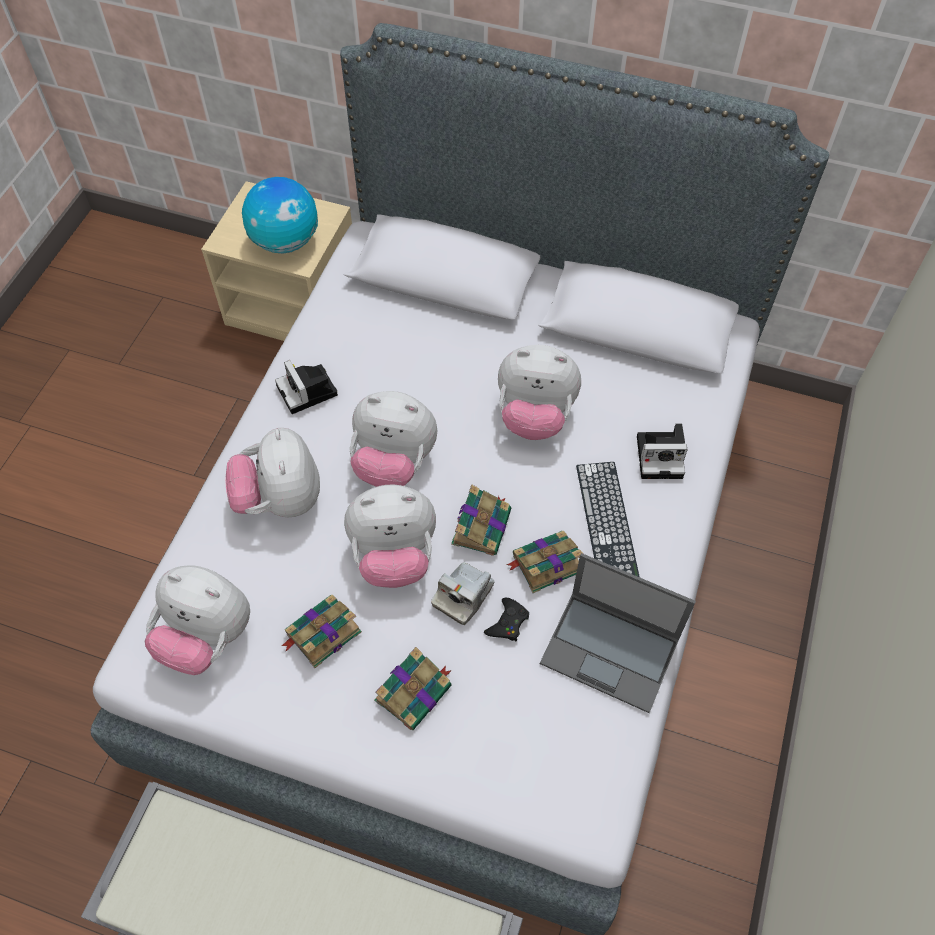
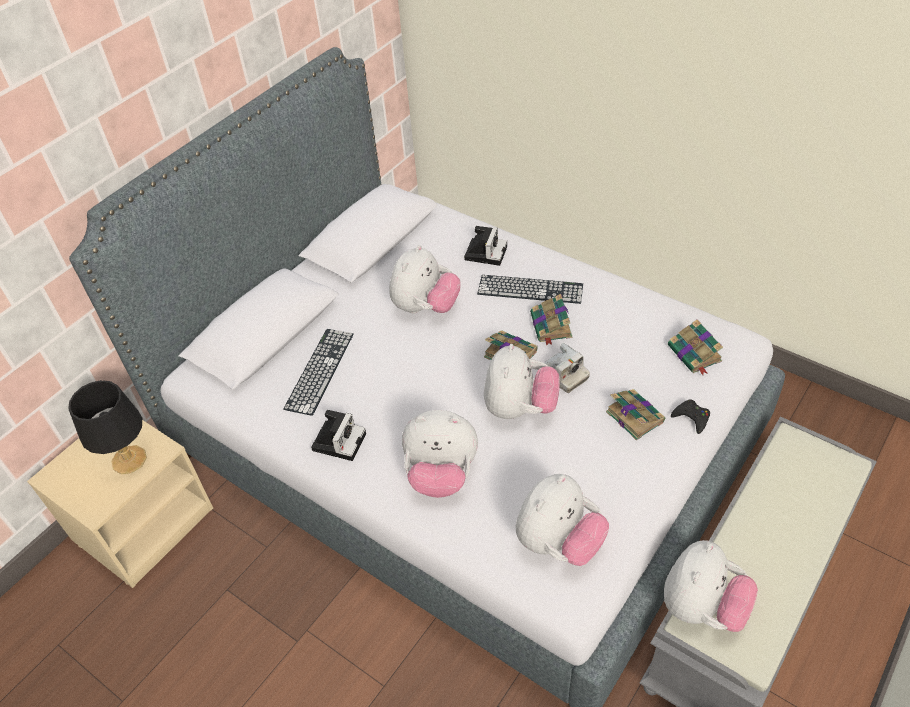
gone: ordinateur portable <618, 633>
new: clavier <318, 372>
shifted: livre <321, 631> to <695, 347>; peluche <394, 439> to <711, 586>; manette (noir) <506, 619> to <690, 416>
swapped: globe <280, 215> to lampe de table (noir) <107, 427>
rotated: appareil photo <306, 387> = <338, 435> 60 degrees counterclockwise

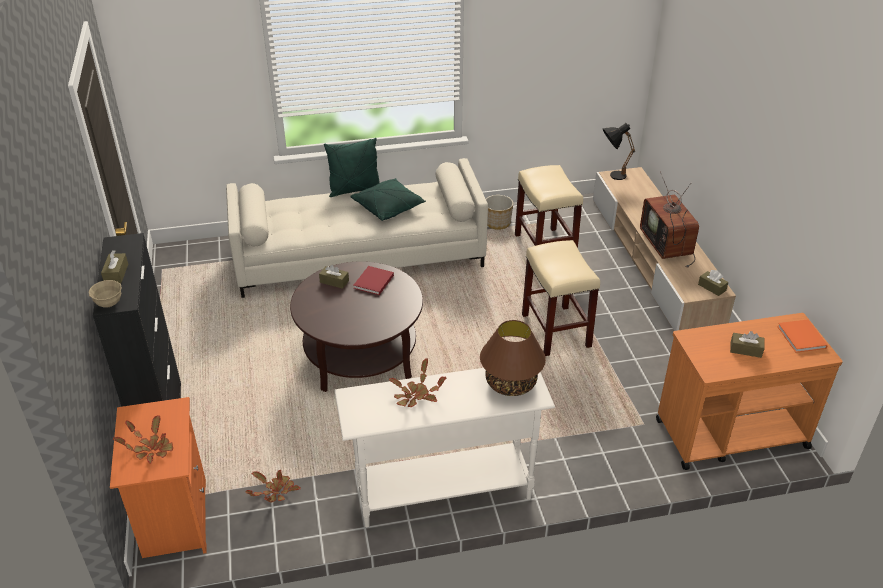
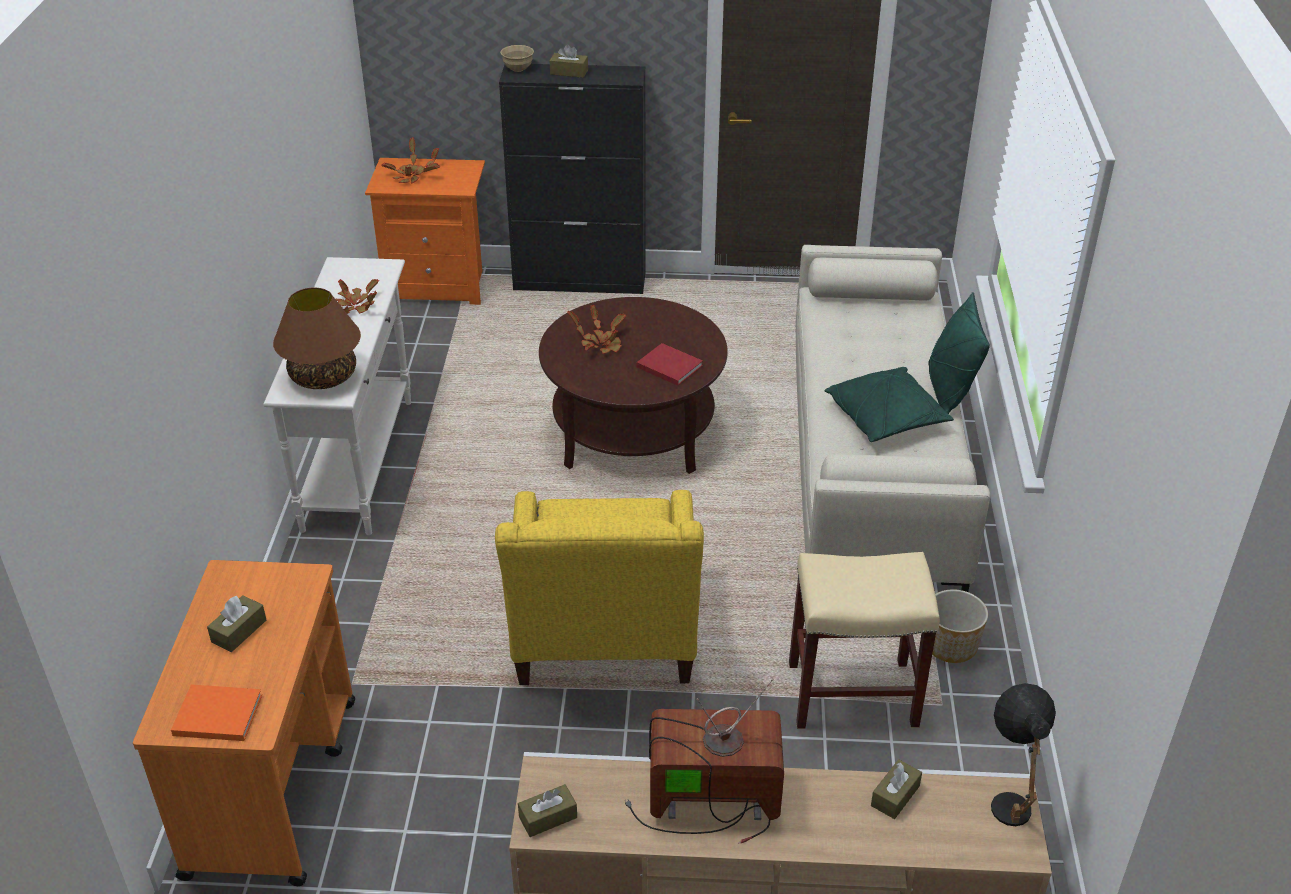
shifted: plante en pot <273, 486> to <597, 329>; boîte à mouchoirs (marron) <334, 277> to <896, 789>
swapped: tabouret (beige) <561, 298> to fauteuil (jaune) <599, 587>

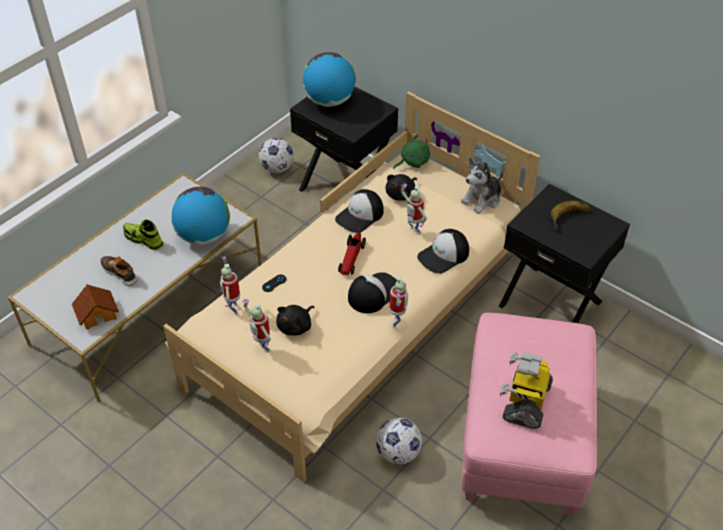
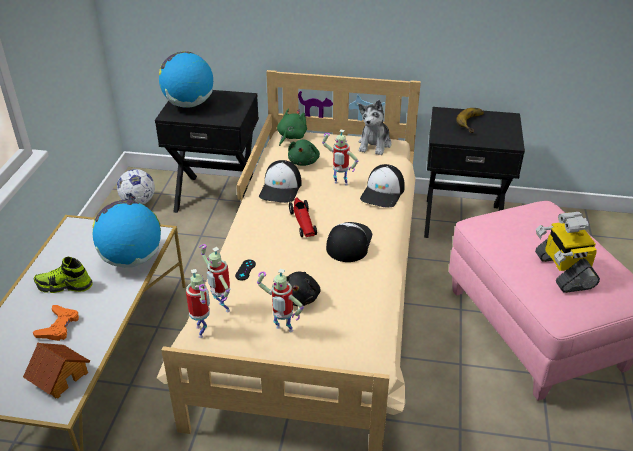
gone: ballon de foot <399, 441>
shifted: robot jouet <399, 302> to <198, 303>
swapped: chaussure <119, 271> to manette (orange) <56, 323>
repainted: peluche (noir) <401, 187> to peluche (vert) <304, 153>

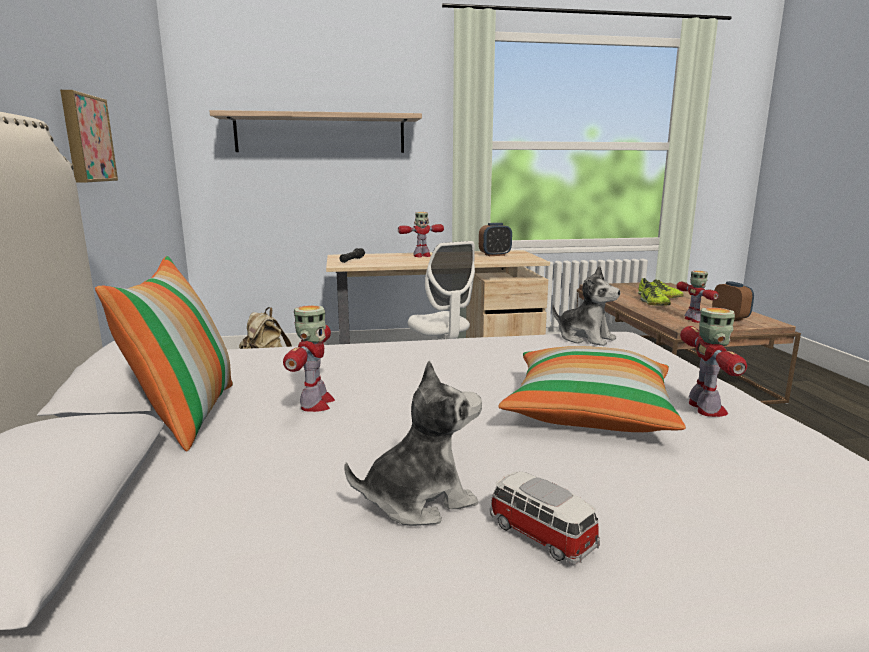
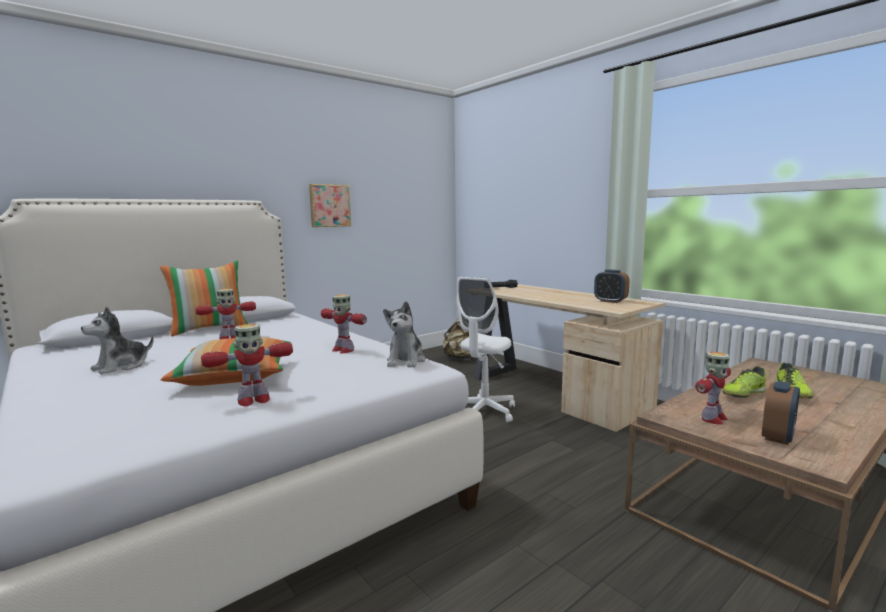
gone: étagère <316, 131>; petite voiture <545, 517>
shifted: robot jouet <421, 234> to <344, 323>
rotated: peluche <413, 443> = <117, 340> 90 degrees clockwise

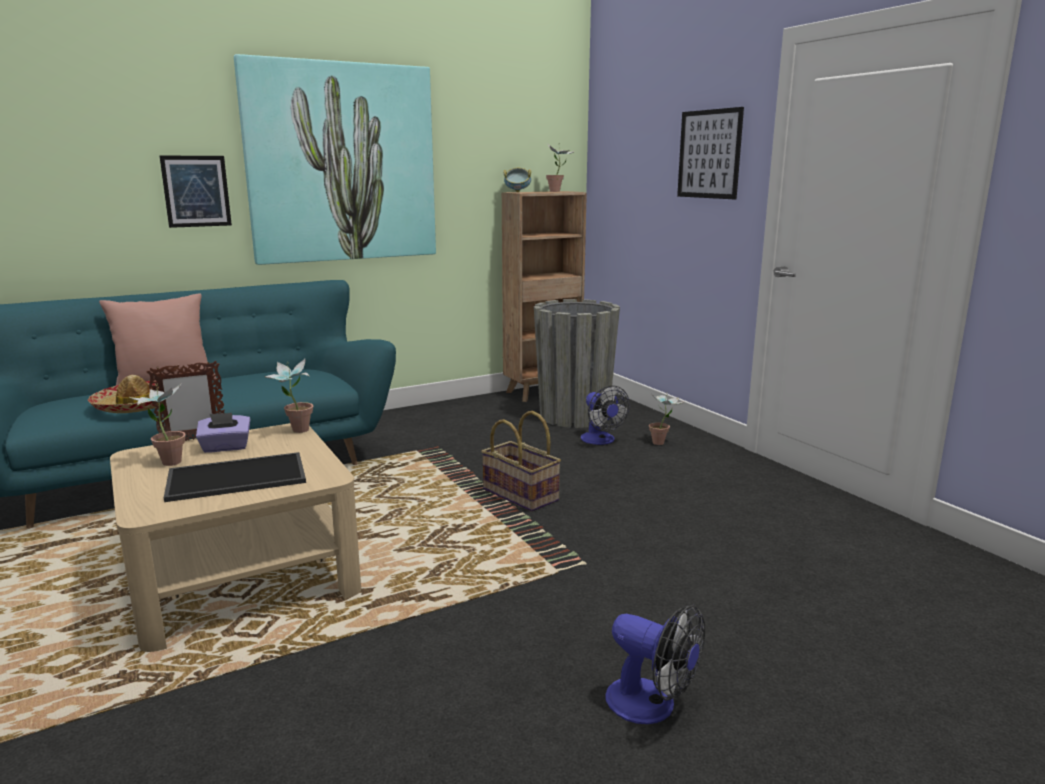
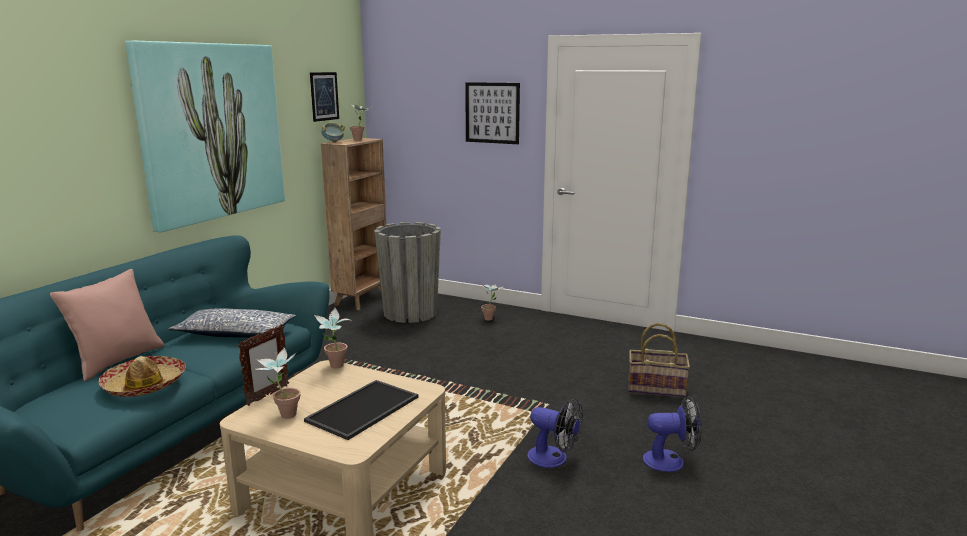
gone: boîte à mouchoirs (violet) <223, 433>
new: coussin <232, 323>
shifted: tableau <196, 192> to <324, 97>; panier <521, 461> to <659, 360>; ventilateur <605, 415> to <555, 433>

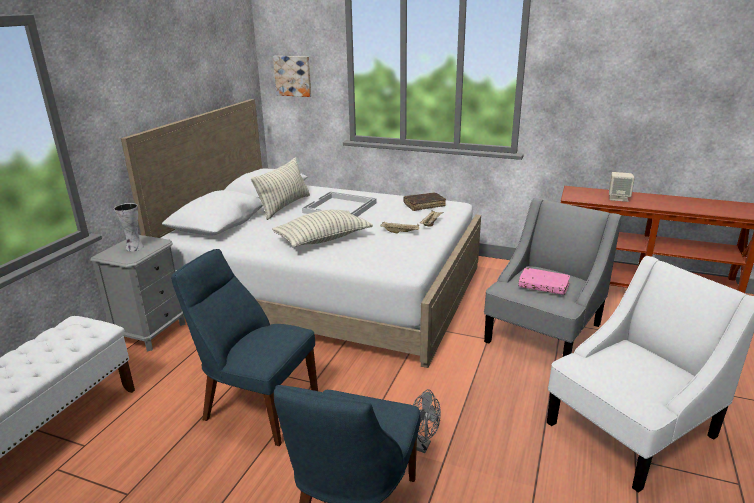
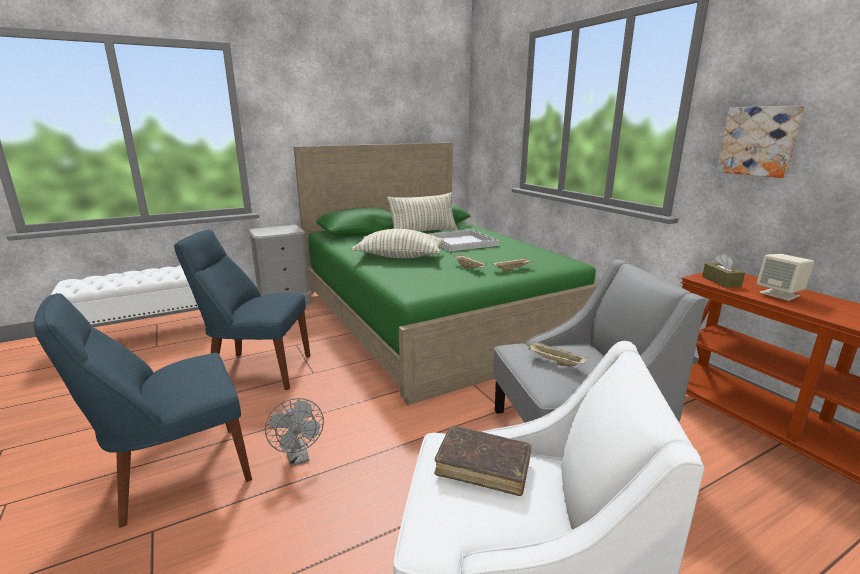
gone: vase <129, 227>
new: boîte à mouchoirs (marron) <723, 271>
shifted: tableau <292, 76> to <760, 142>; livre (marron) <424, 202> to <483, 461>
swapped: livre (rose) <544, 281> to plateau (beige) <558, 353>
repainted: lit (blanc) <301, 233> to lit (vert) <446, 274>
rotated: chaise (bleu) <244, 347> = <242, 310> 60 degrees counterclockwise

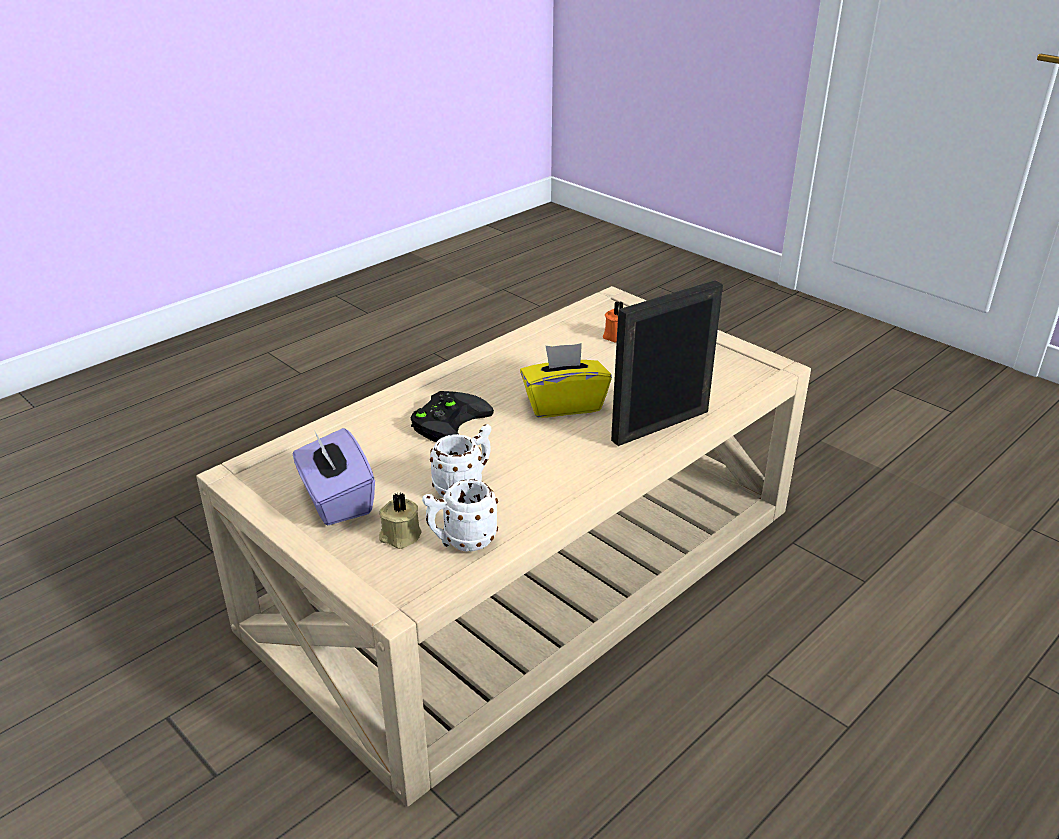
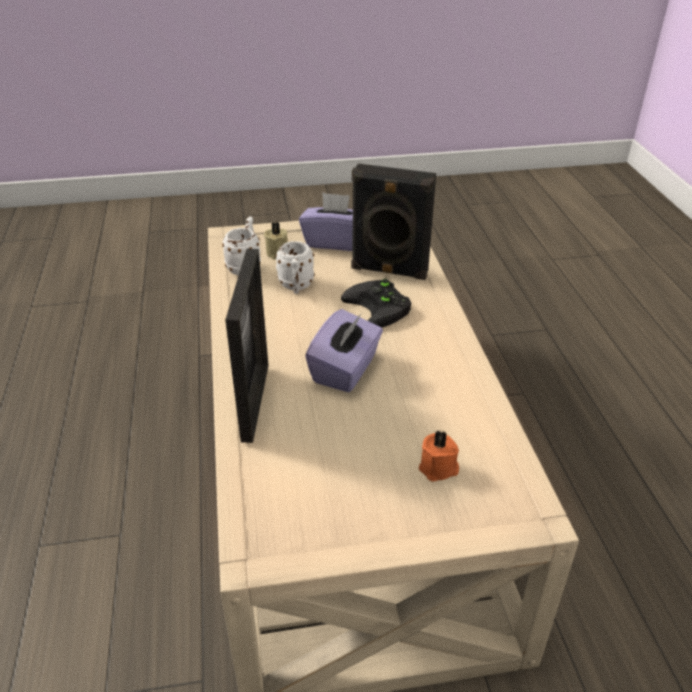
new: enceinte (noir) <393, 221>
repainted: boîte à mouchoirs (jaune) <566, 380> to boîte à mouchoirs (violet) <344, 350>

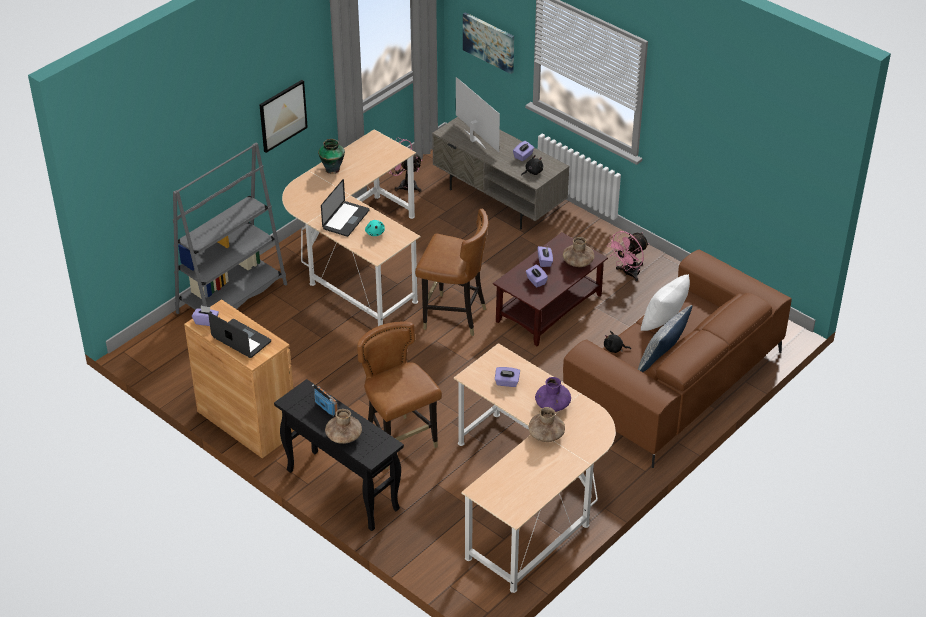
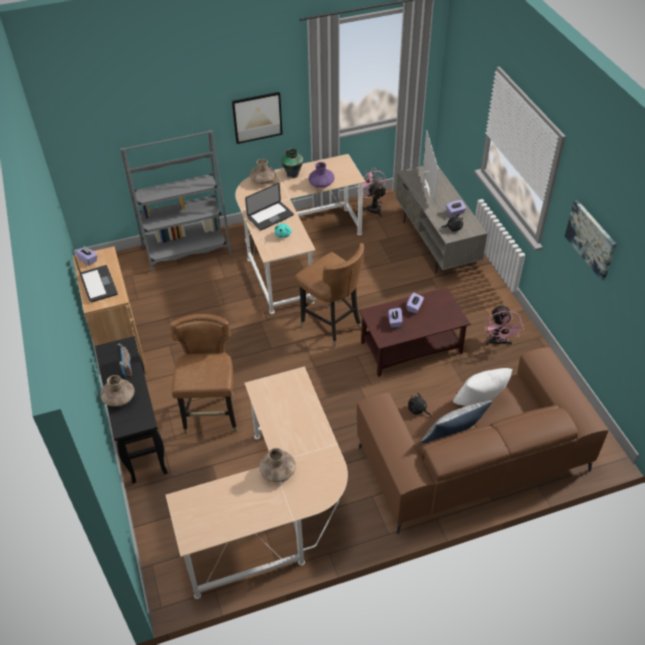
gone: boîte à mouchoirs (violet) <507, 377>
shifted: tableau <488, 43> to <590, 240>; vase (violet) <553, 394> to <321, 175>; vase (marron) <578, 252> to <263, 171>
rotated: ventilateur (rose) <628, 256> = <504, 324> 75 degrees counterclockwise

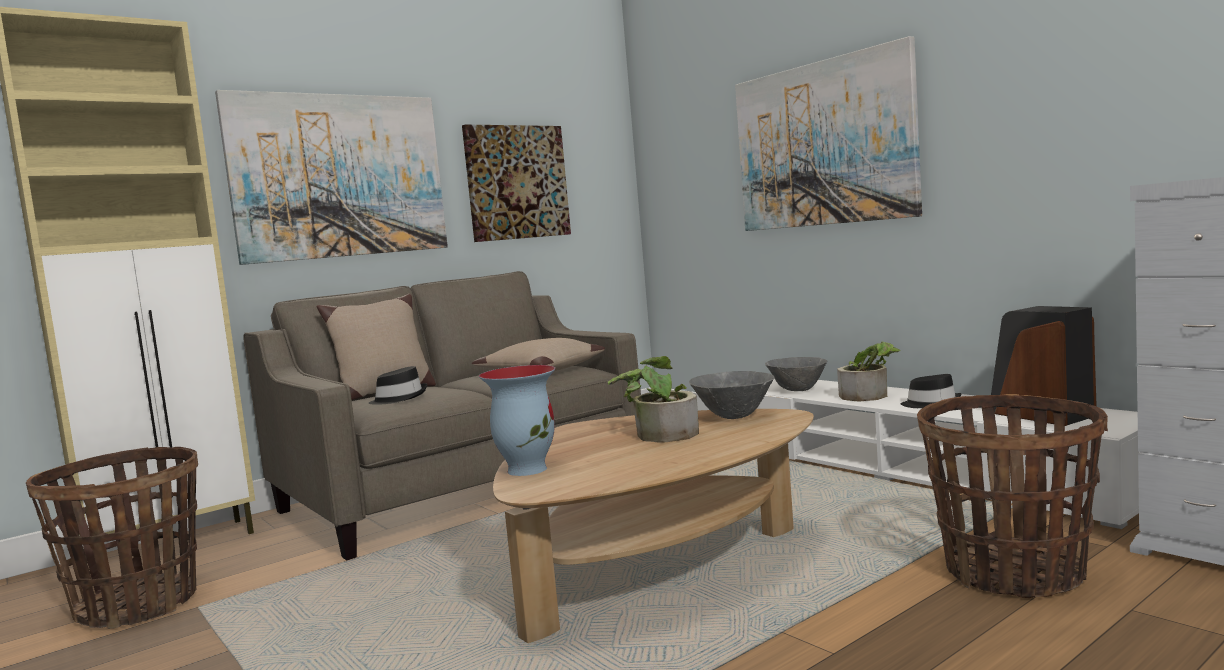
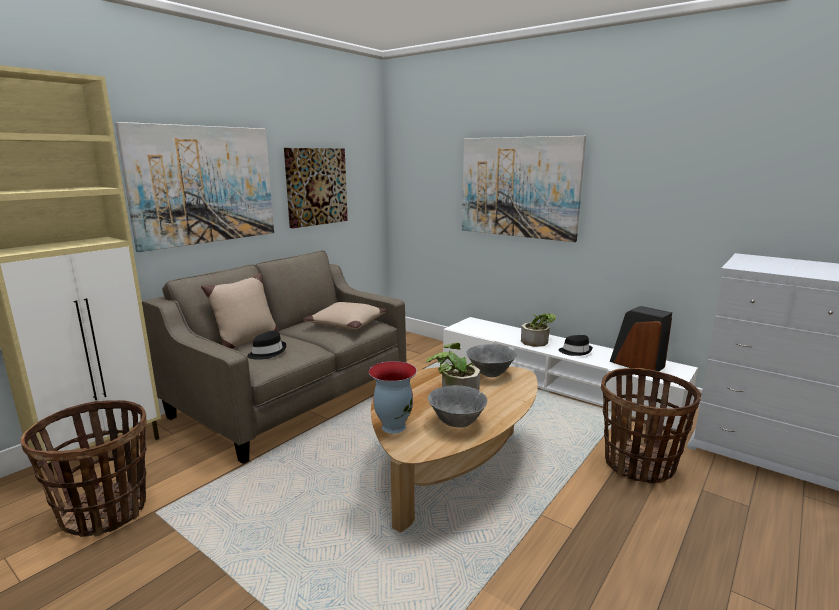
shifted: bol (gris) <796, 374> to <458, 406>

